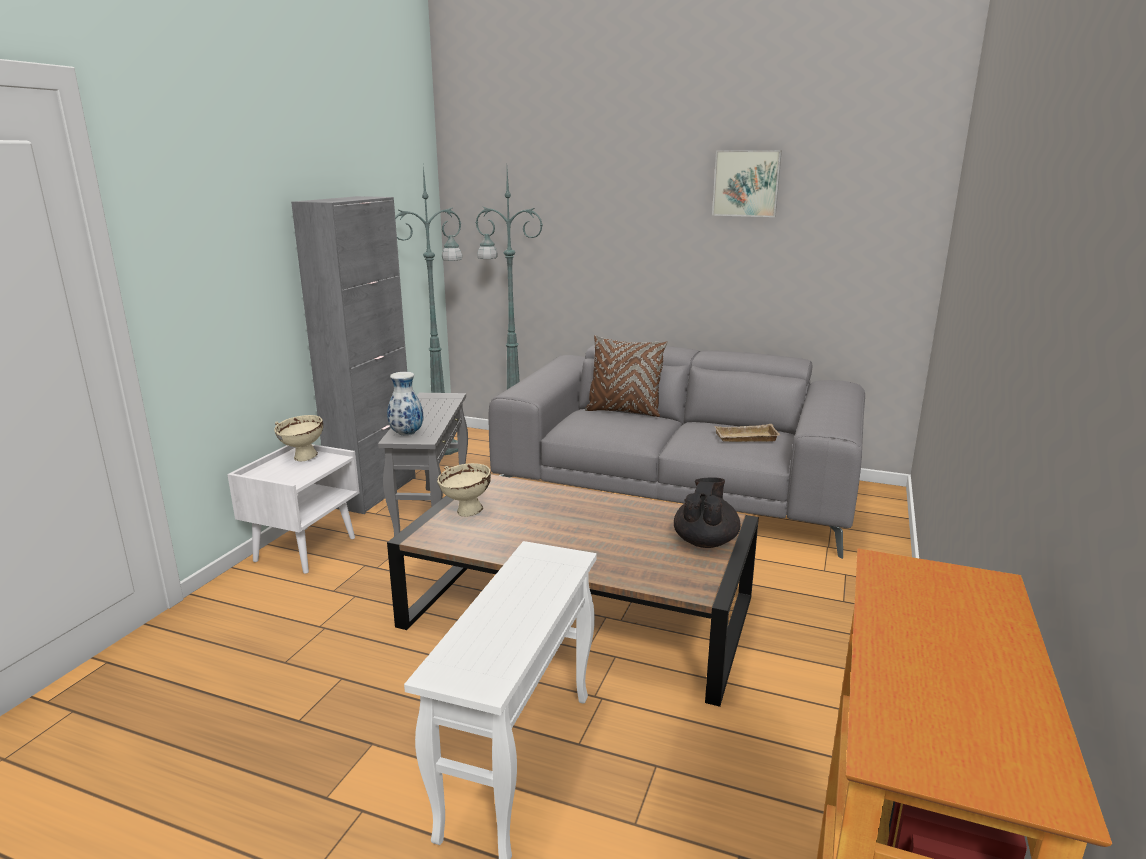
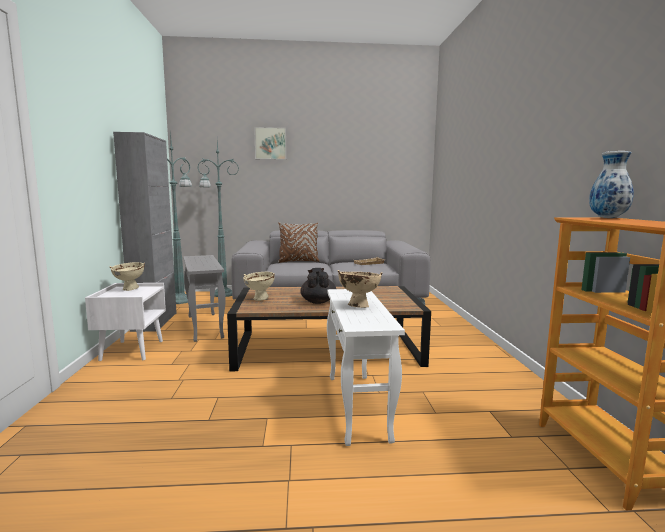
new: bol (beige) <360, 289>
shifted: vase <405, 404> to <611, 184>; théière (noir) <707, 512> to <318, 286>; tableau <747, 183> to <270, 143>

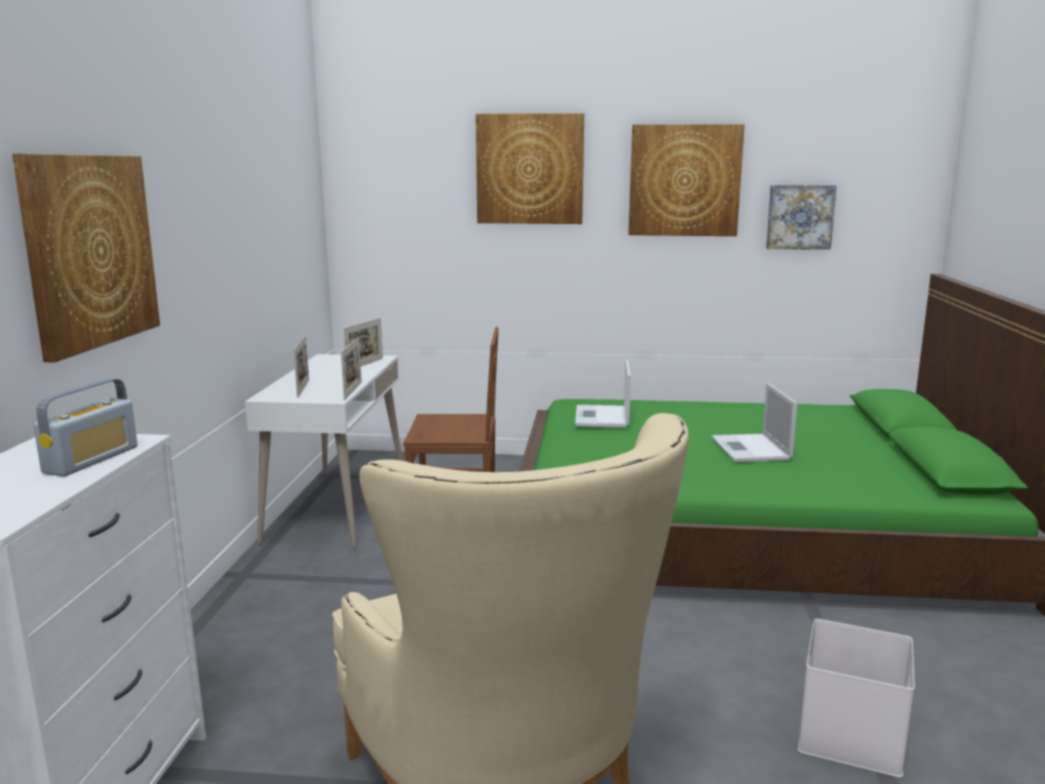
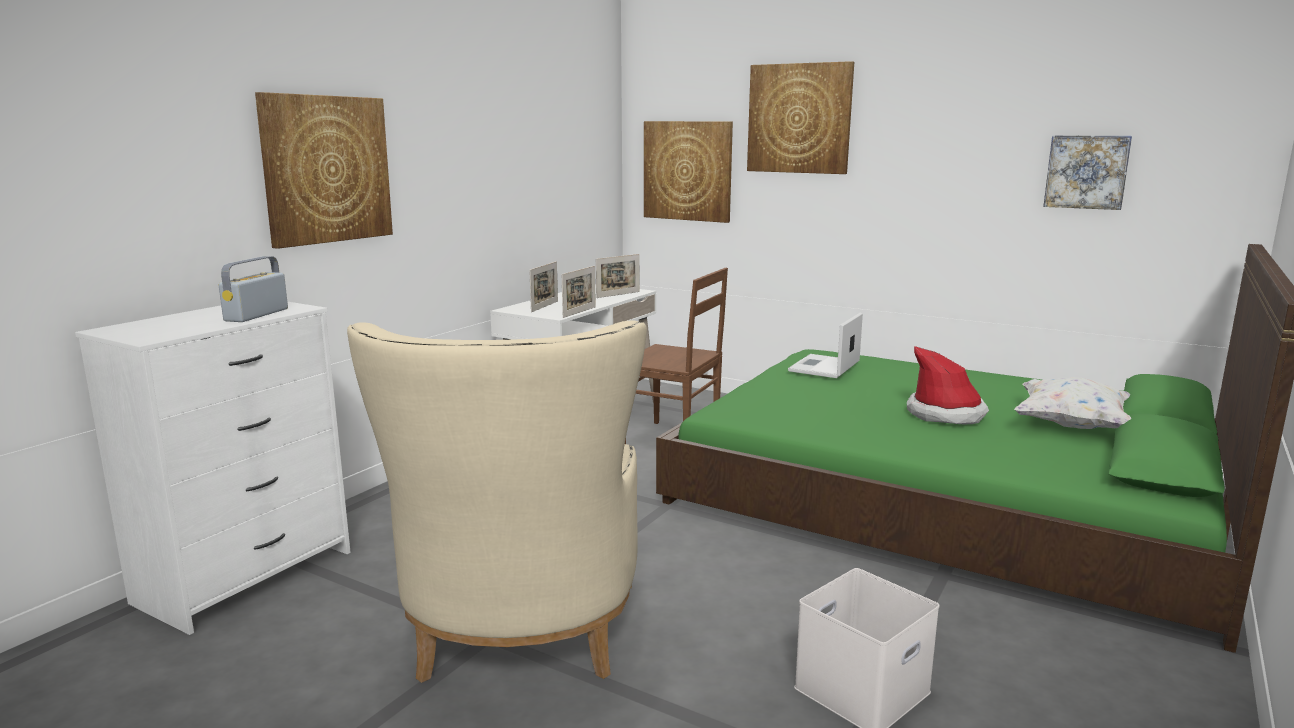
new: coussin (blanc) <1072, 403>
shifted: tableau <686, 180> to <688, 172>
swapped: ordinateur portable <754, 422> to chapeau <948, 385>
rotated: radio <85, 427> = <253, 289> 150 degrees clockwise

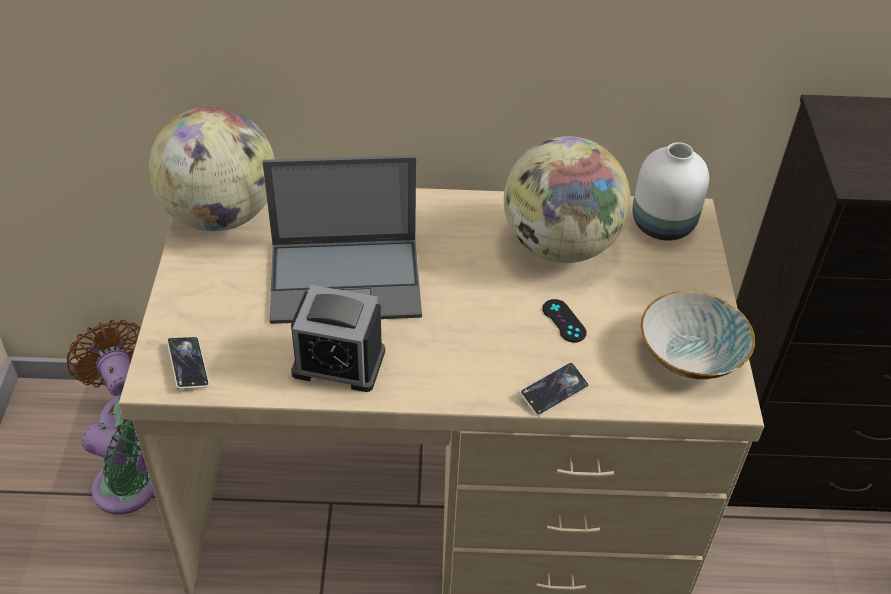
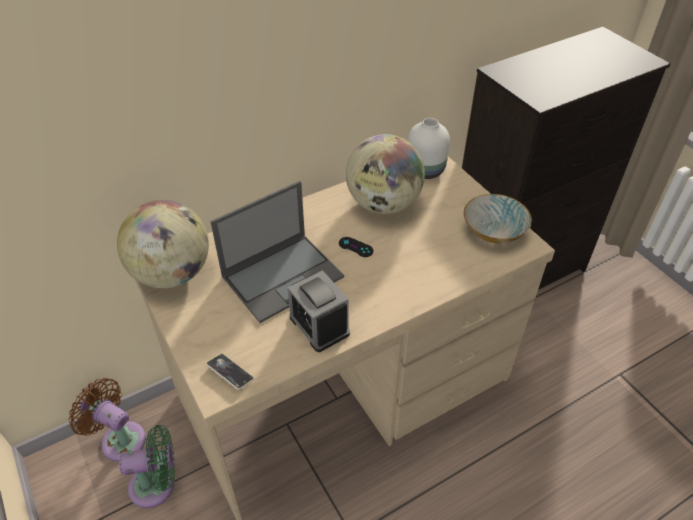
gone: téléphone <554, 389>
shifted: manette (noir) <564, 321> to <356, 247>
rotated: réveil <338, 338> = <319, 311> 75 degrees clockwise

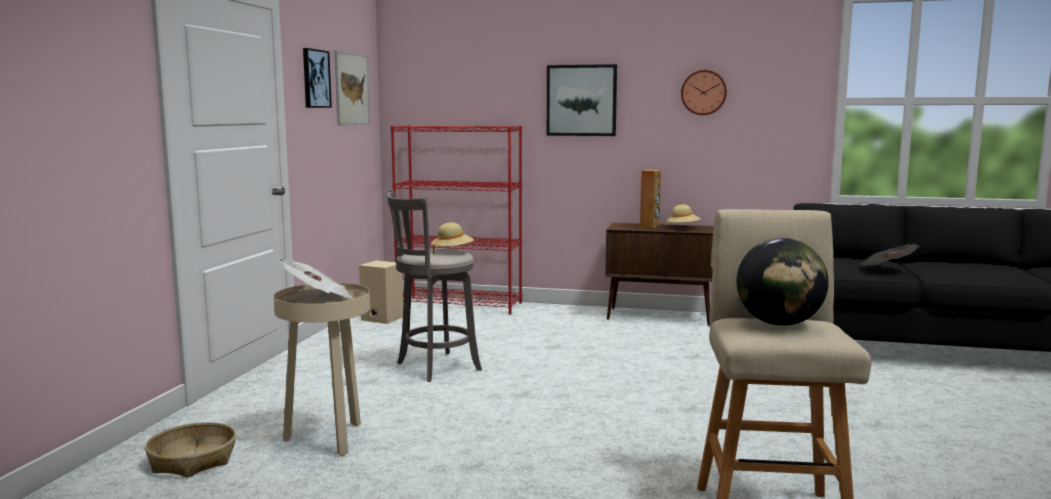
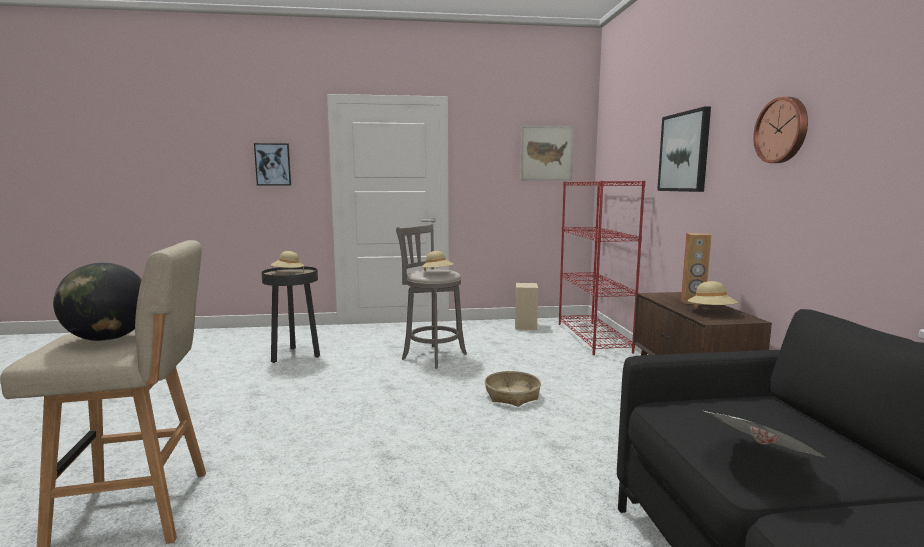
shifted: panier <190, 449> to <513, 389>; tableau <317, 78> to <272, 164>
swapped: journal <315, 278> to chapeau (beige) <287, 262>
repainted: table d'appoint (beige) <322, 369> to table d'appoint (noir) <290, 314>

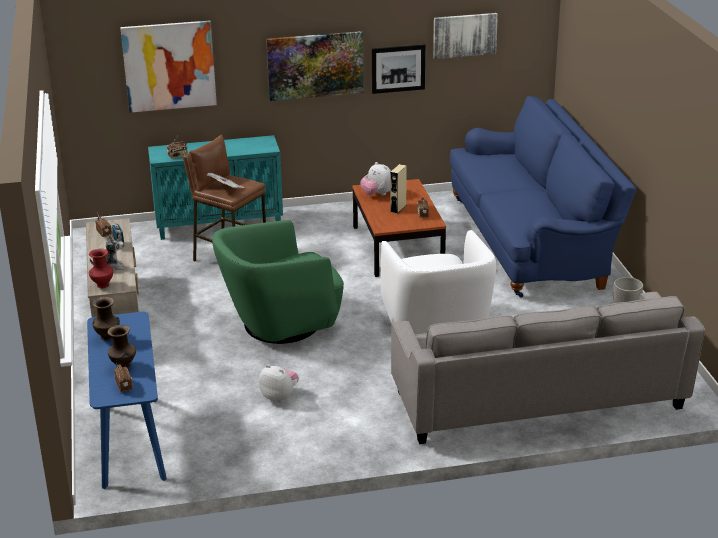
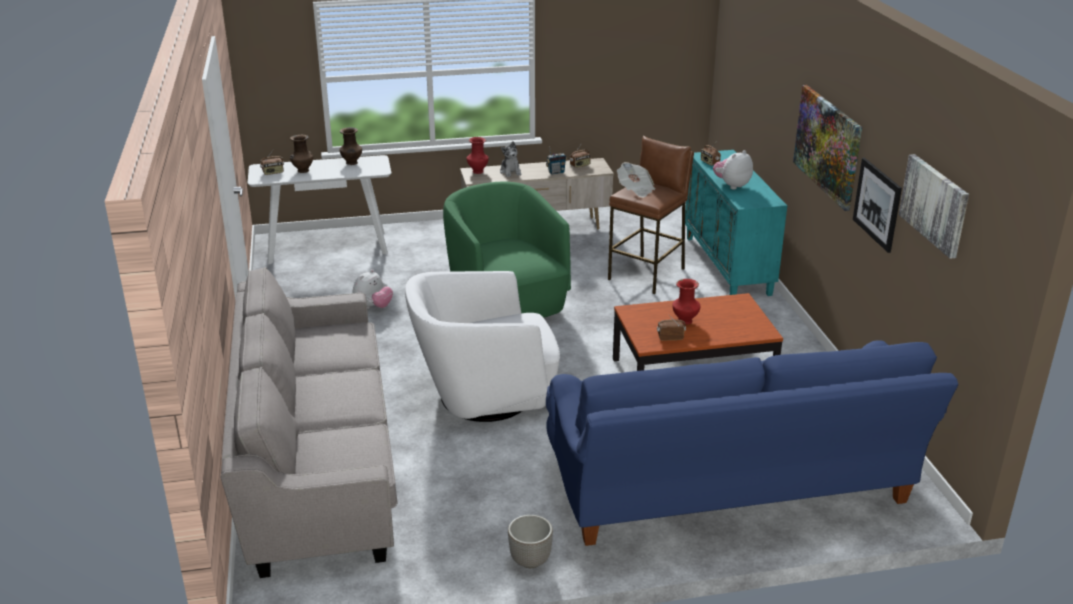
gone: tableau <168, 67>
shifted: peluche <375, 178> to <733, 169>
swapped: enceinte (beige) <398, 189> to vase (rouge) <686, 302>
repainted: table console (bleu) <127, 400> to table console (blanc) <319, 209>

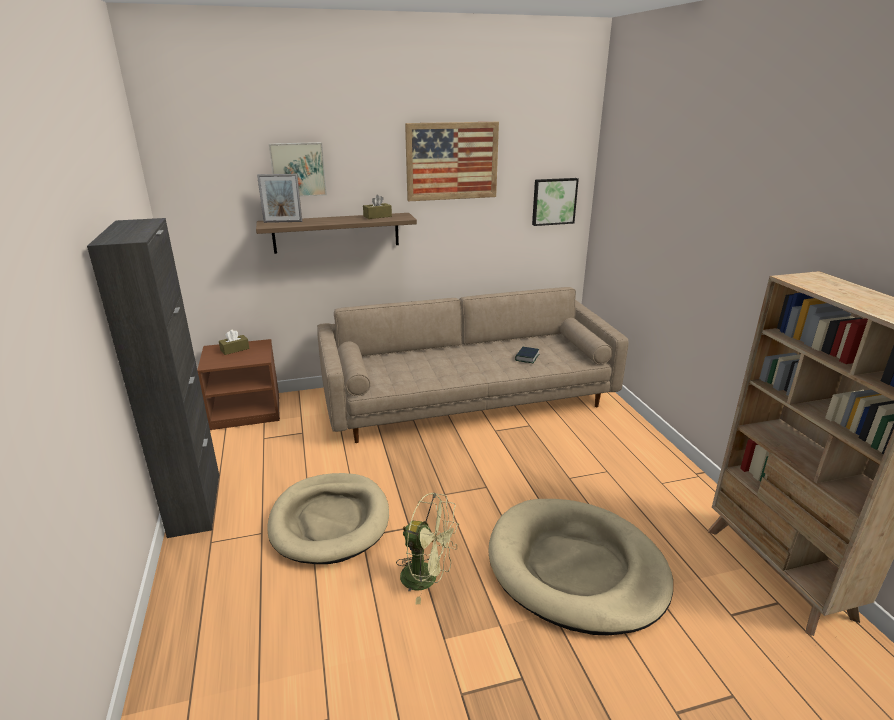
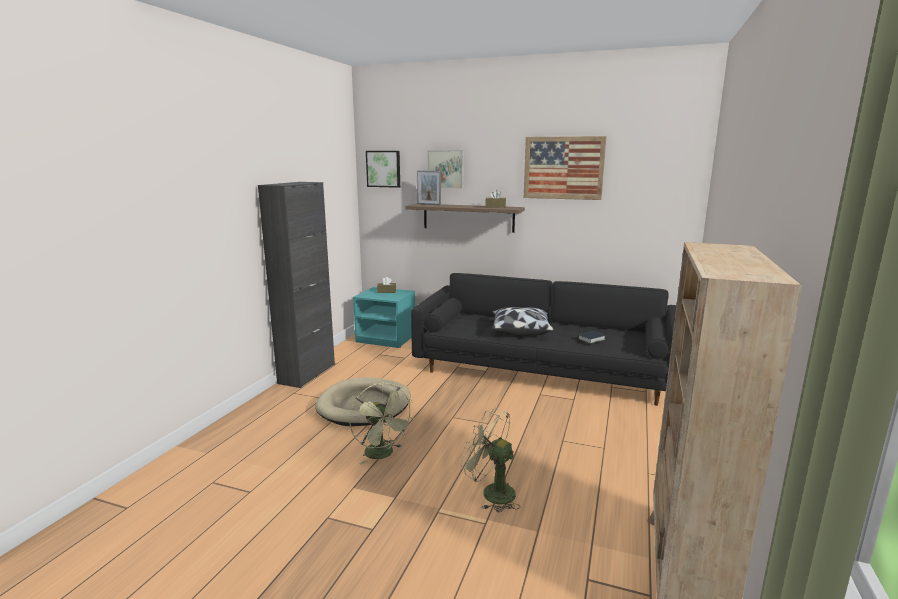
new: coussin <522, 321>
shifted: tableau <555, 202> to <383, 169>
swapped: panier pour chien (beige) <580, 567> to ventilateur (vert) <490, 460>
repainted: table de chevet (marron) <238, 384> to table de chevet (turquoise) <384, 317>; canapé (beige) <473, 365> to canapé (noir) <543, 339>

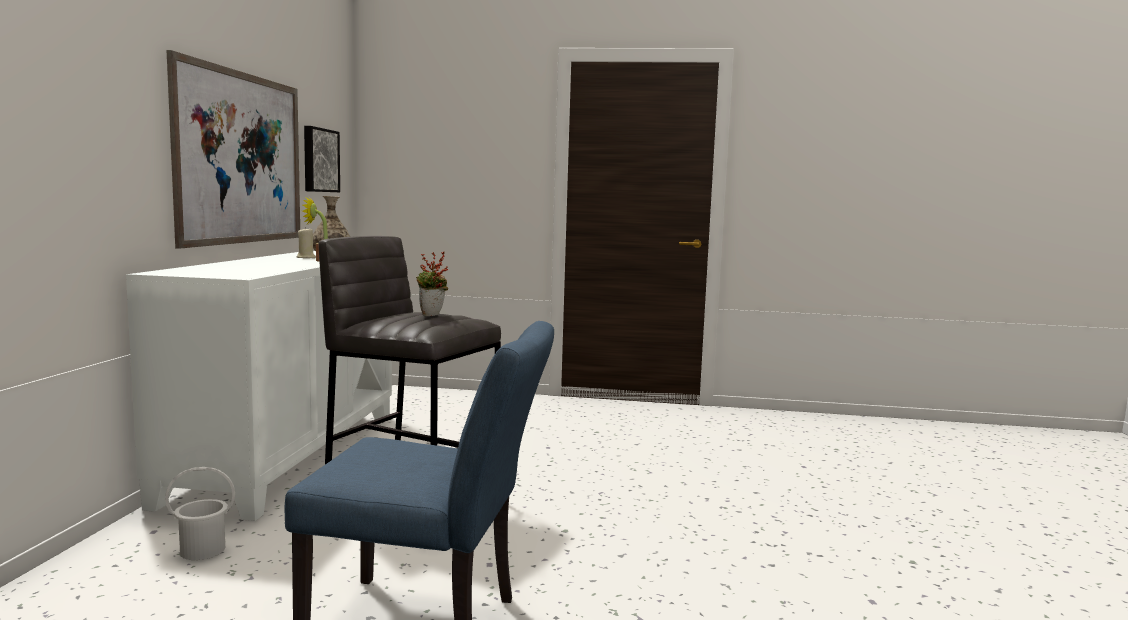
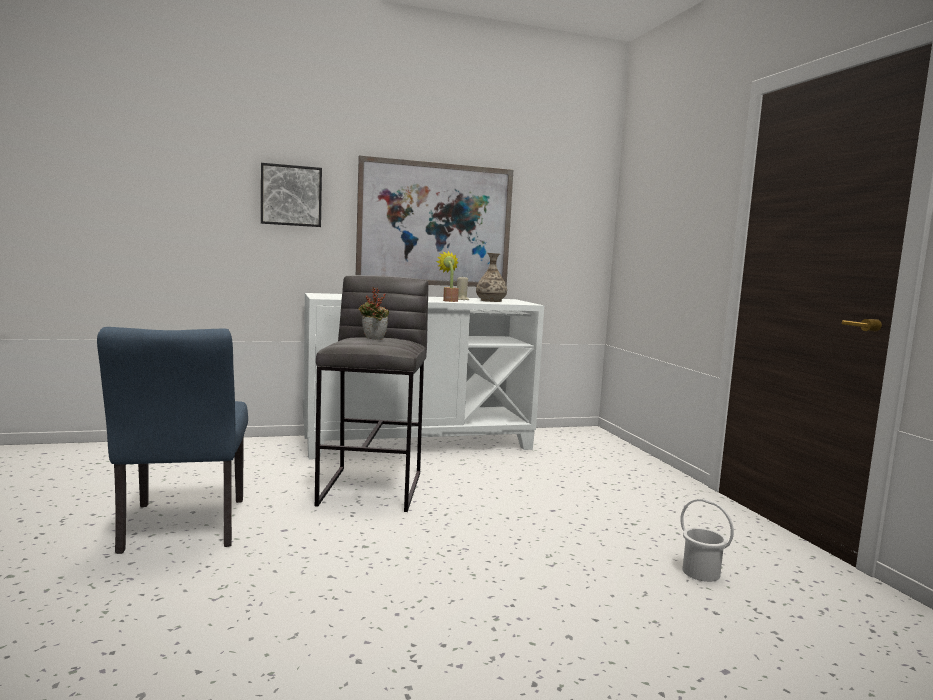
shifted: seau (blanc) <200, 513> to <707, 540>; tableau <322, 159> to <291, 195>

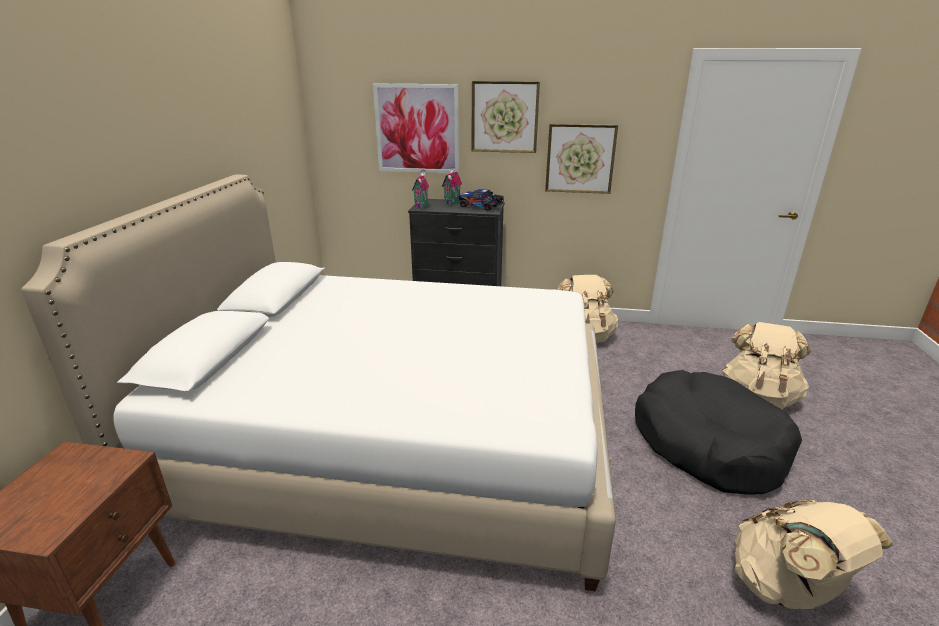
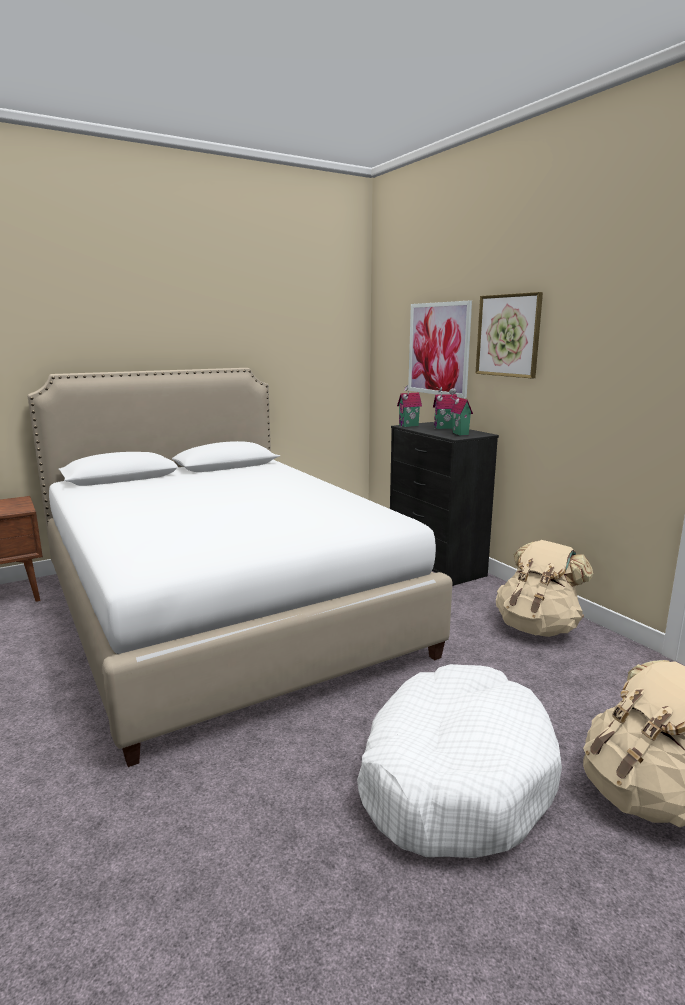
gone: tableau <581, 159>; sac à dos (beige) <813, 554>
swapped: camion jouet <481, 200> to maison miniature <461, 412>
repainted: panier pour chien (noir) <718, 432> to panier pour chien (blanc) <459, 761>

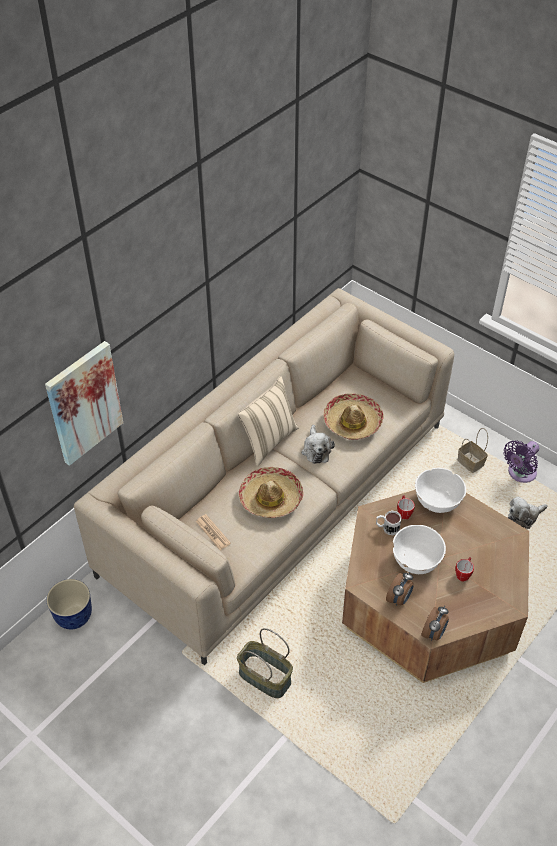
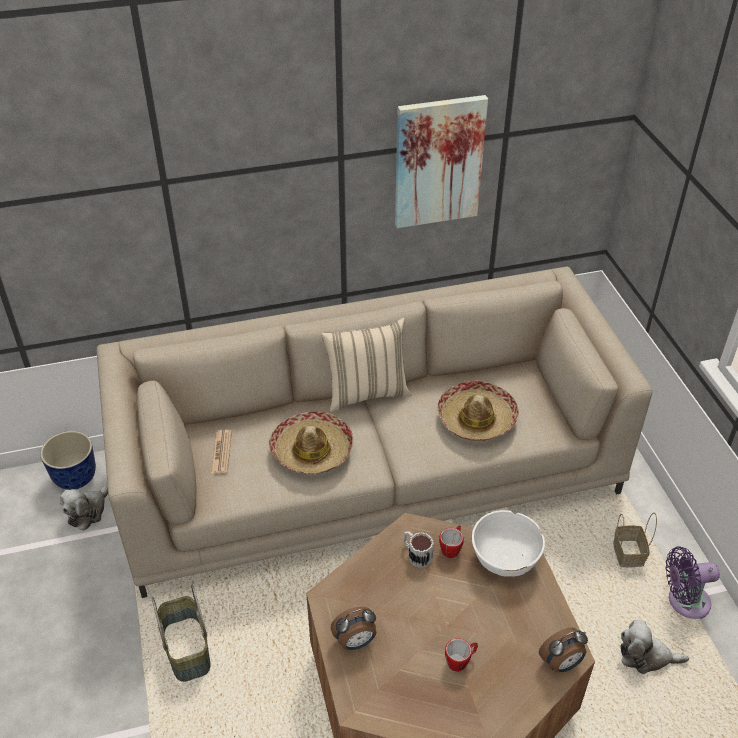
gone: bol (blanc) <419, 549>
shifted: tableau <84, 403> to <441, 161>; peluche <318, 444> to <84, 507>; réveil <435, 623> to <563, 650>

